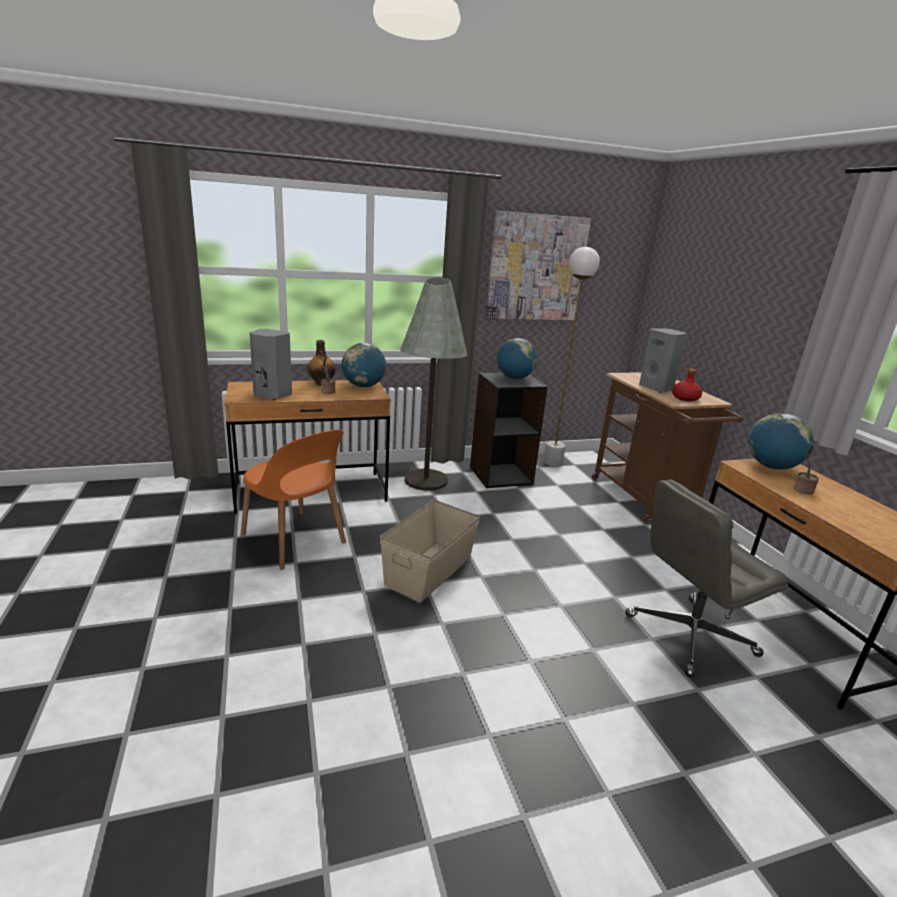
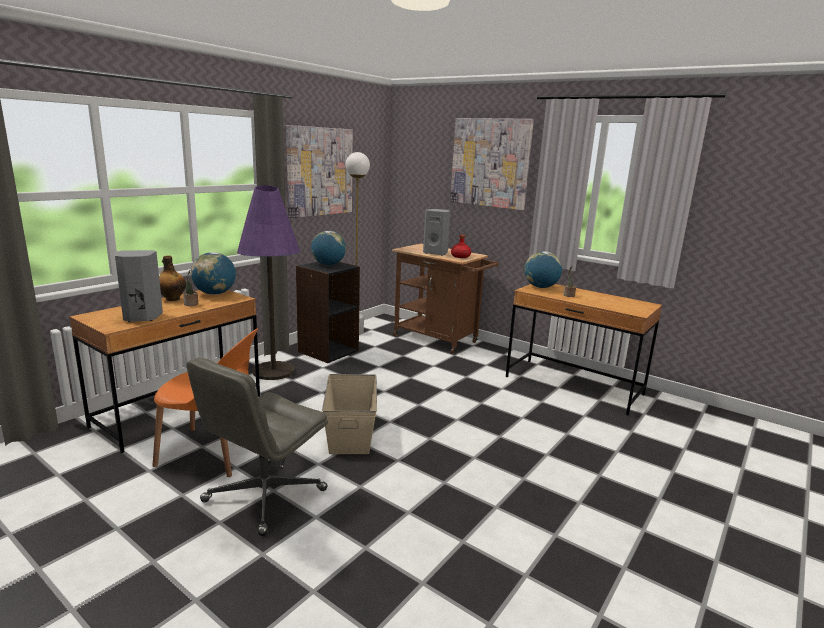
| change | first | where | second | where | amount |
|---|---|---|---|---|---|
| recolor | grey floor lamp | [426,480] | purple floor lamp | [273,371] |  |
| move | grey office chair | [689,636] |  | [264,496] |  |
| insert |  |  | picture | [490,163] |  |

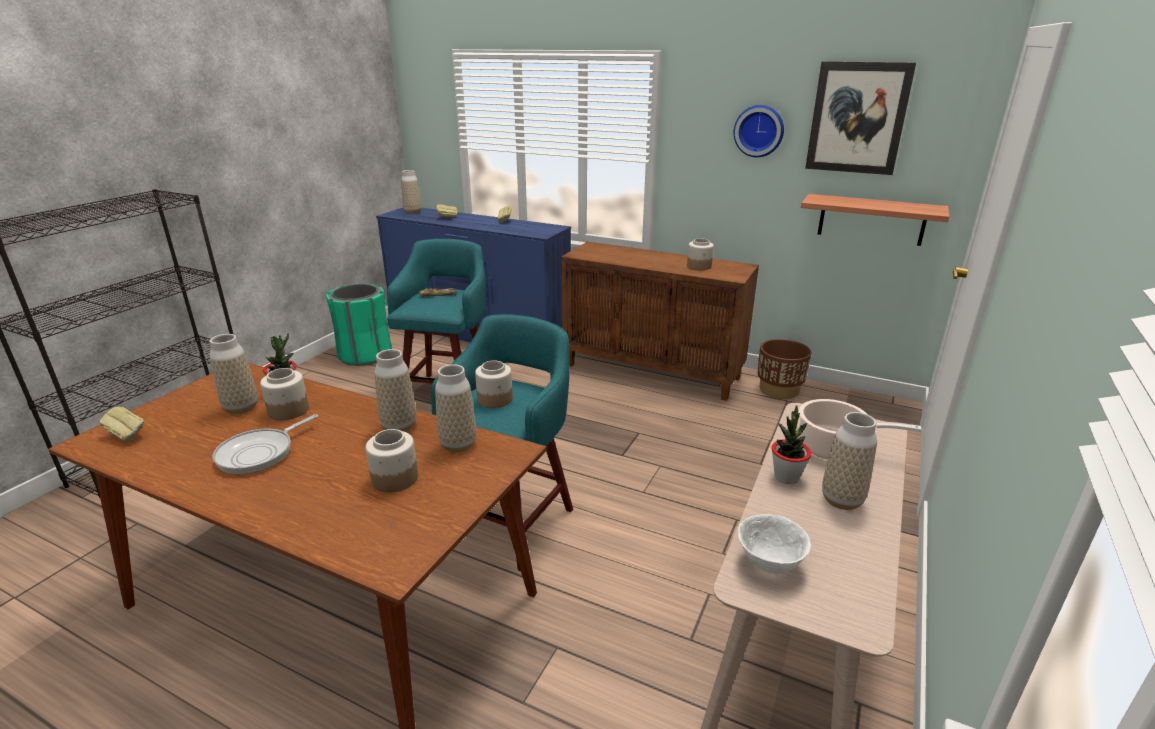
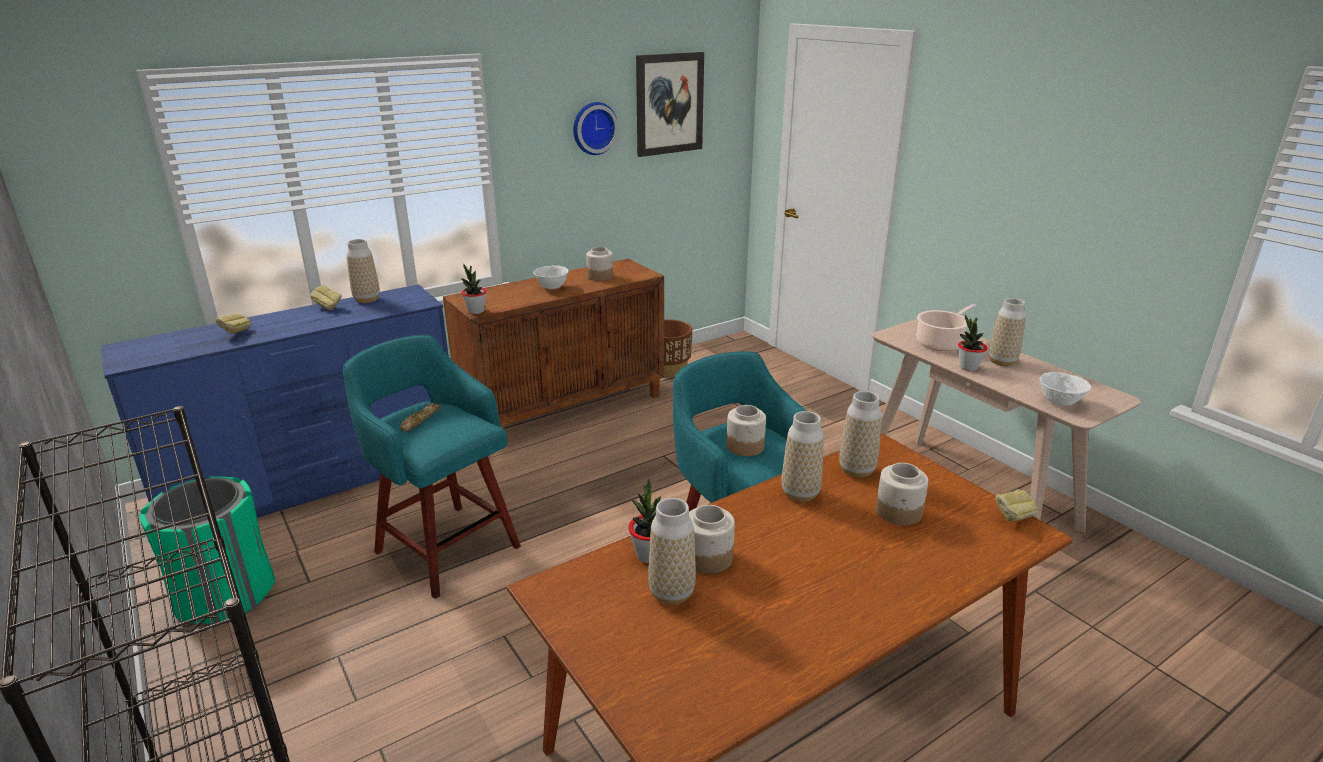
| change | first | where | second | where | amount |
|---|---|---|---|---|---|
| move | vase | [412,212] |  | [367,300] |  |
| delete | shelf | [871,219] |  |  |  |
| move | bread | [127,436] |  | [1012,518] |  |
| delete | frying pan | [260,453] |  |  |  |
| insert |  |  | potted plant | [476,311] |  |
| insert |  |  | white bowl | [551,287] |  |

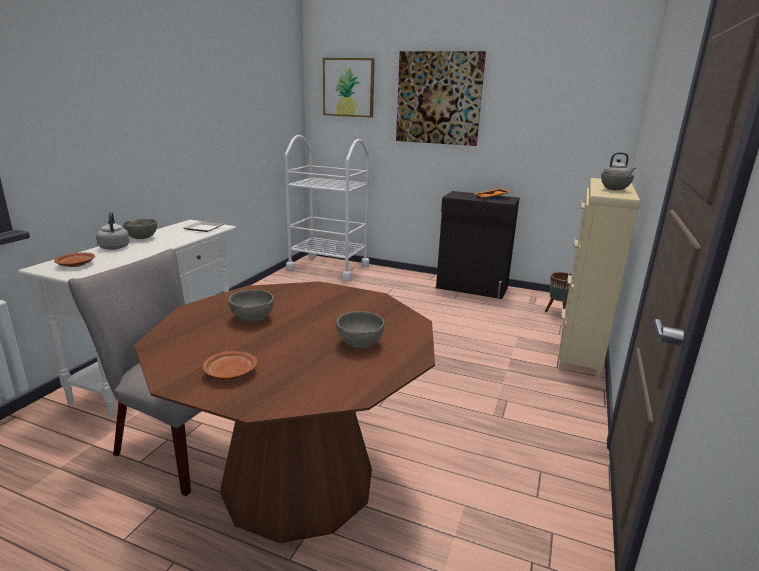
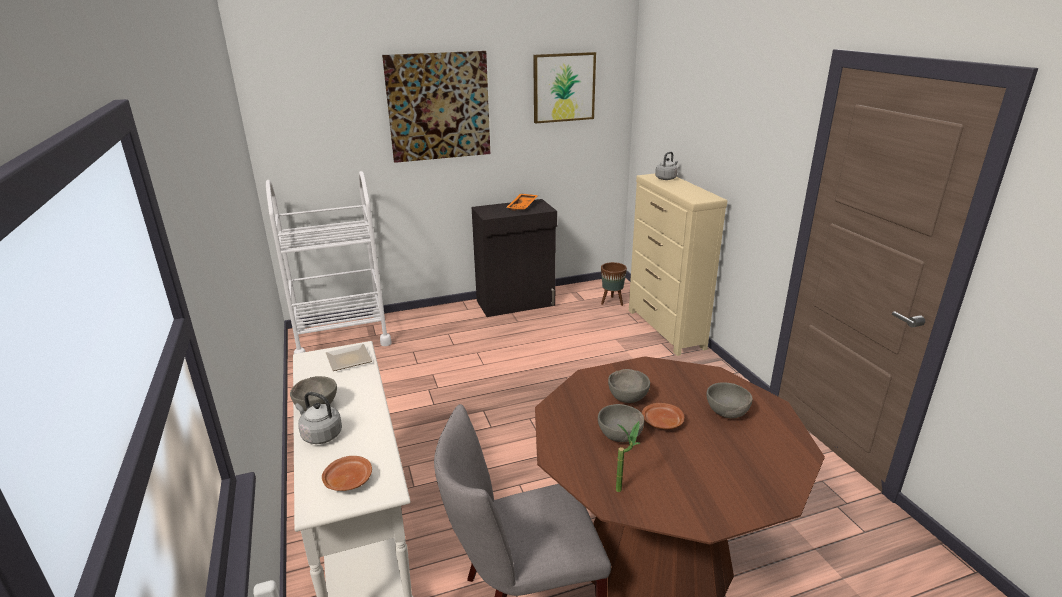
| change | first | where | second | where | amount |
|---|---|---|---|---|---|
| move | picture | [348,87] |  | [564,87] |  |
| move | grey bowl | [615,190] |  | [628,398] |  |
| move | brown plate | [230,373] |  | [662,422] |  |
| insert |  |  | potted plant | [624,488] |  |

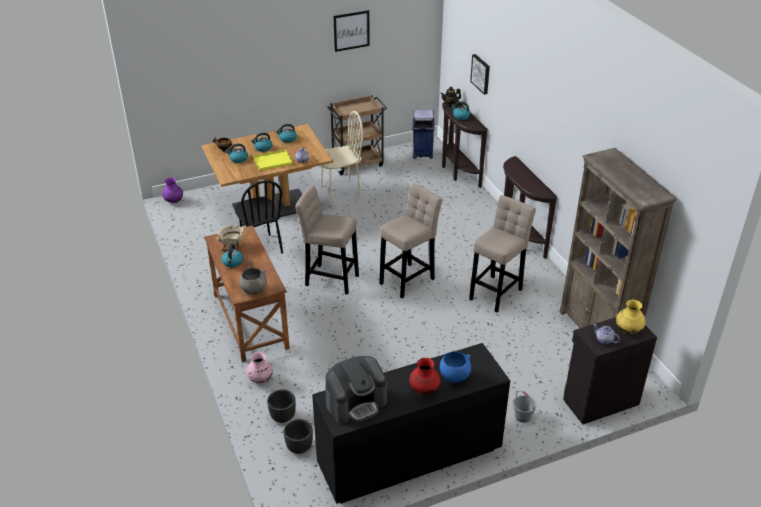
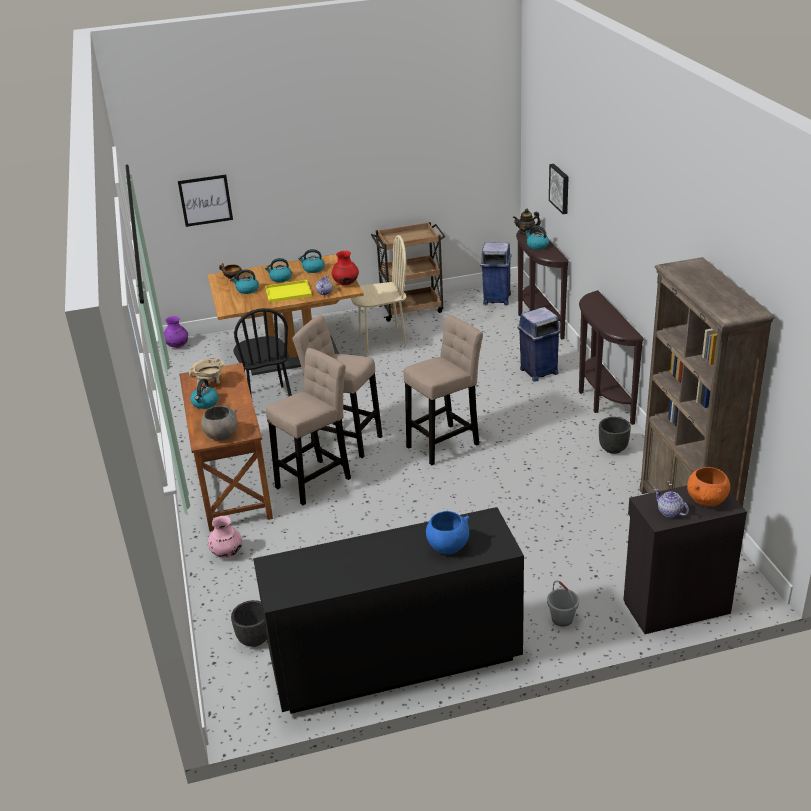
| change | first | where | second | where | amount |
|---|---|---|---|---|---|
| move | picture | [351,30] |  | [205,200] |  |
| move | beige stool | [497,292] |  | [316,480] |  |
| replace | yellow vase | [628,330] | orange bowl | [707,501] |  |
| delete | coffee machine | [356,402] |  |  |  |
| move | red vase | [424,390] |  | [346,283] |  |
| move | black planter | [283,417] |  | [613,449] |  |
| insert |  |  | blue trash can | [538,372] |  |

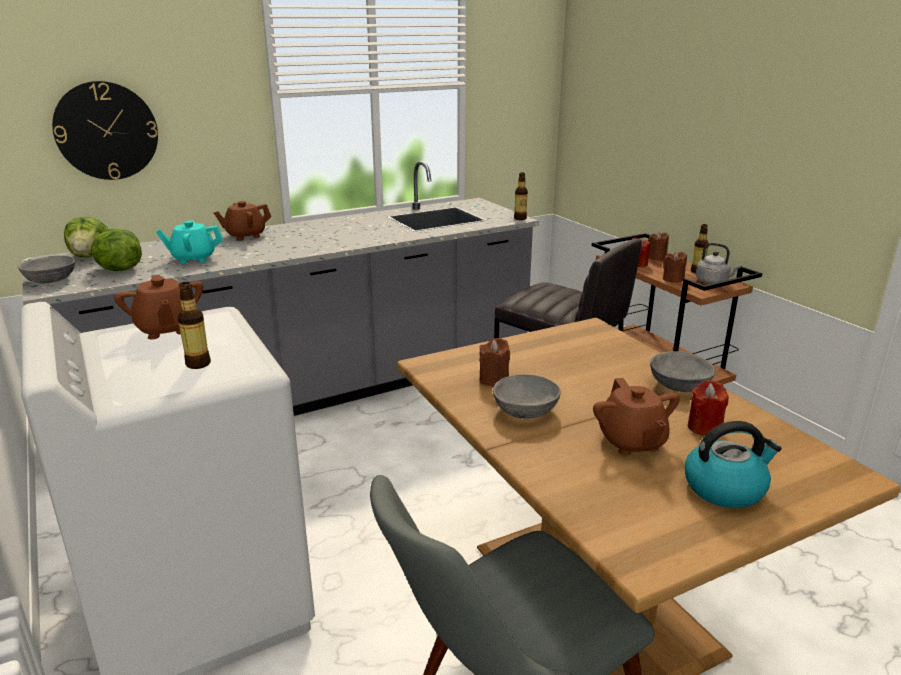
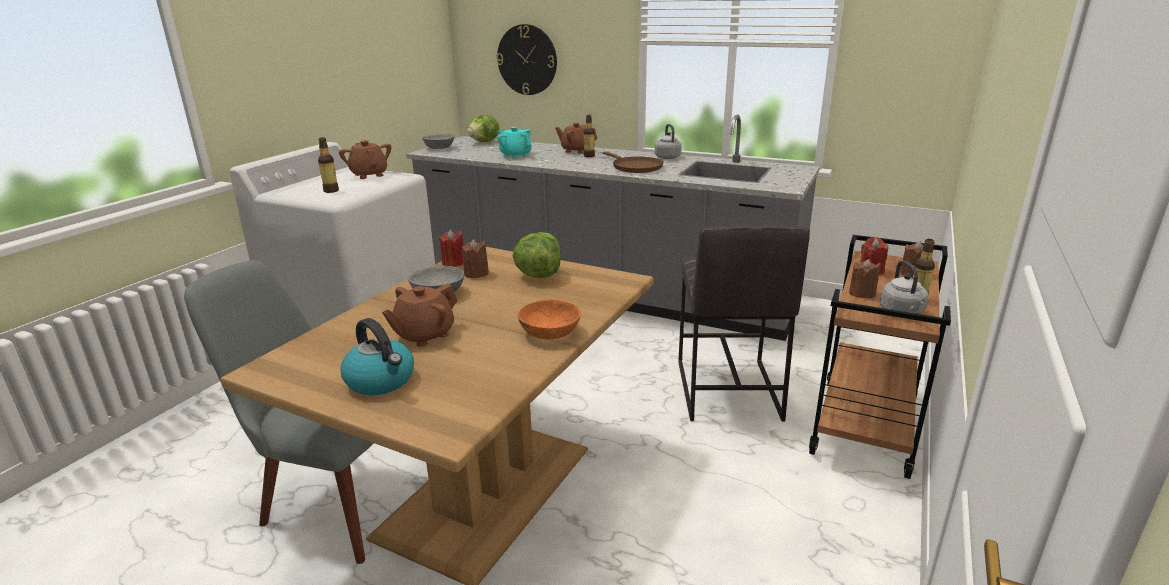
| change | first | where | second | where | amount |
|---|---|---|---|---|---|
| move | bottle | [520,218] |  | [589,156] |  |
| move | lettuce | [119,269] |  | [538,275] |  |
| rotate | brown teapot | [166,330] |  | [369,175] | 120 degrees clockwise |
| recolor | grey bowl | [678,385] | orange bowl | [549,332] |  |
| move | red candle | [704,427] |  | [453,263] |  |
| insert |  |  | grey kettle | [667,157] |  |
| insert |  |  | brown frying pan | [635,167] |  |

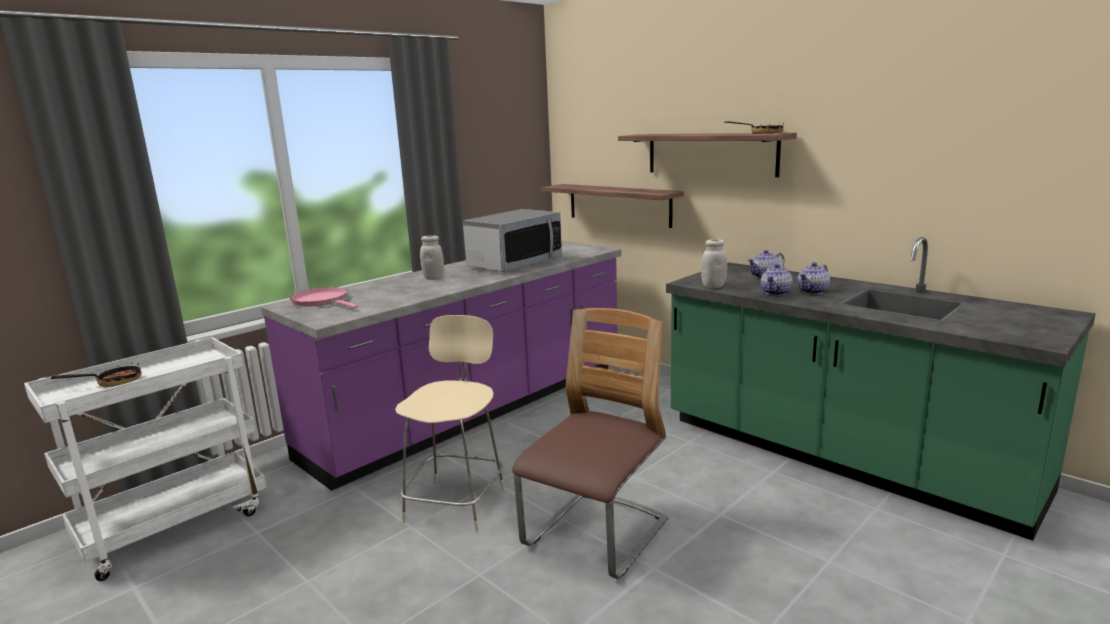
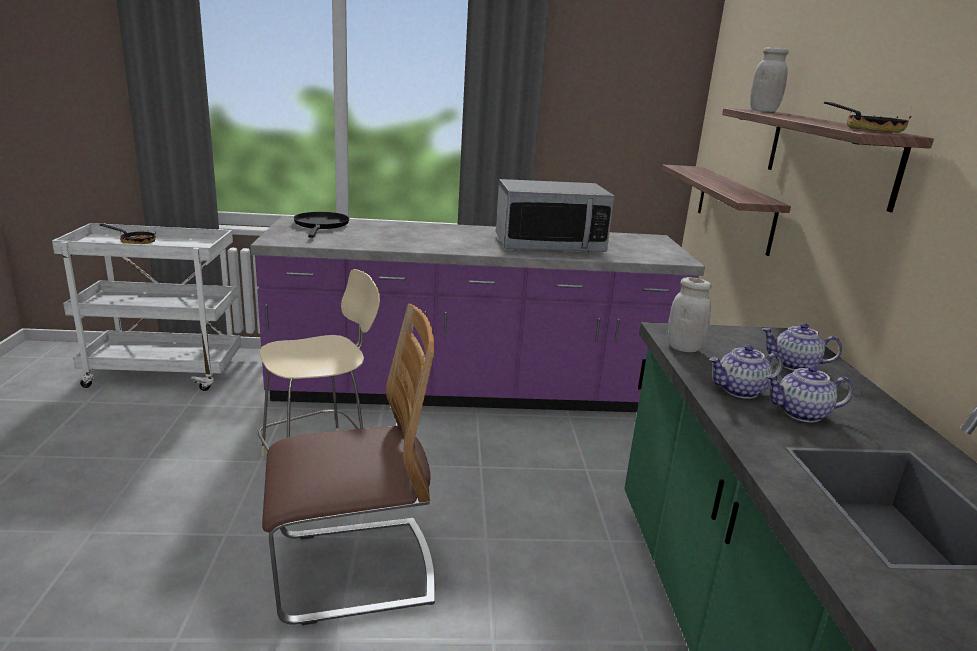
| change | first | where | second | where | amount |
|---|---|---|---|---|---|
| move | white jar | [433,278] |  | [763,111] |  |
| recolor | pink frying pan | [322,301] | black frying pan | [321,225] |  |

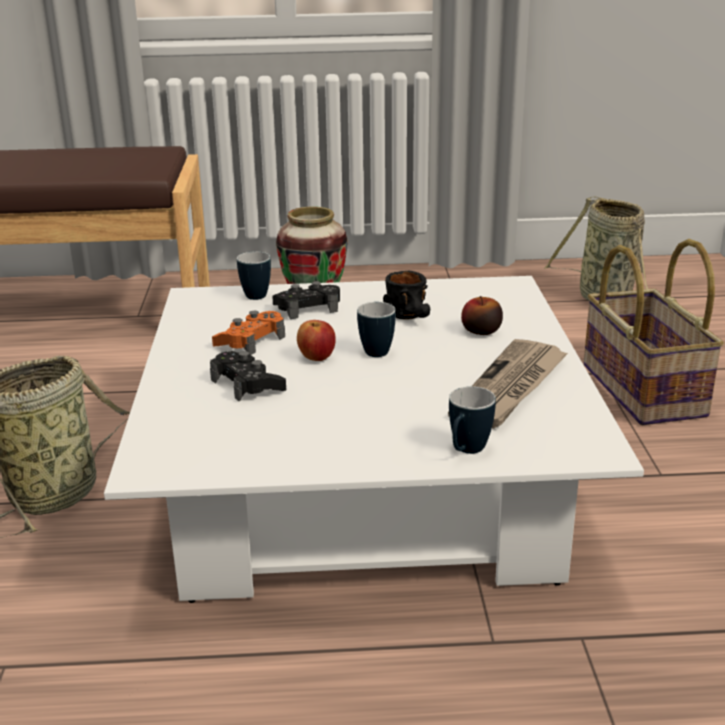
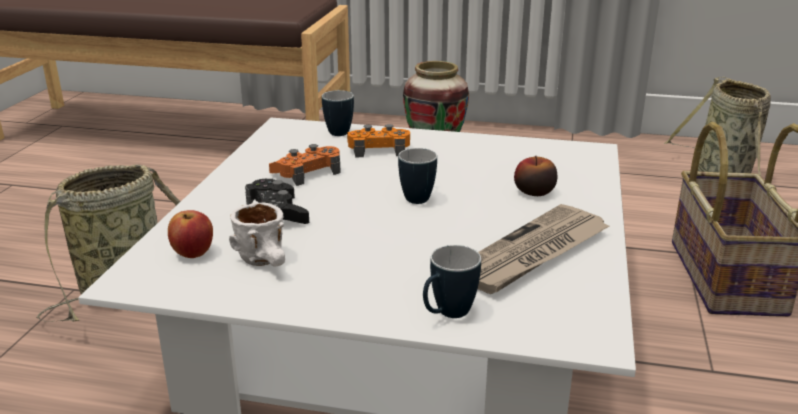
| change | first | where | second | where | amount |
|---|---|---|---|---|---|
| delete | black mug | [413,318] |  |  |  |
| recolor | black game controller | [308,308] | orange game controller | [379,149] |  |
| move | apple | [317,357] |  | [193,253] |  |
| insert |  |  | white mug | [269,263] |  |

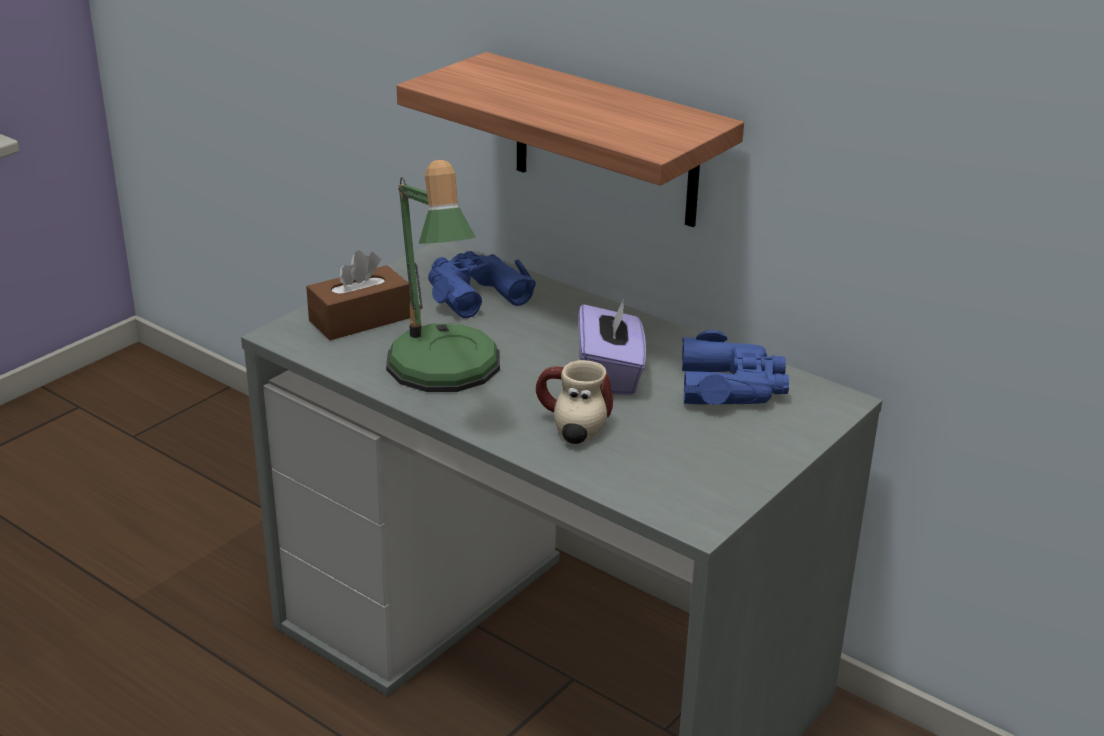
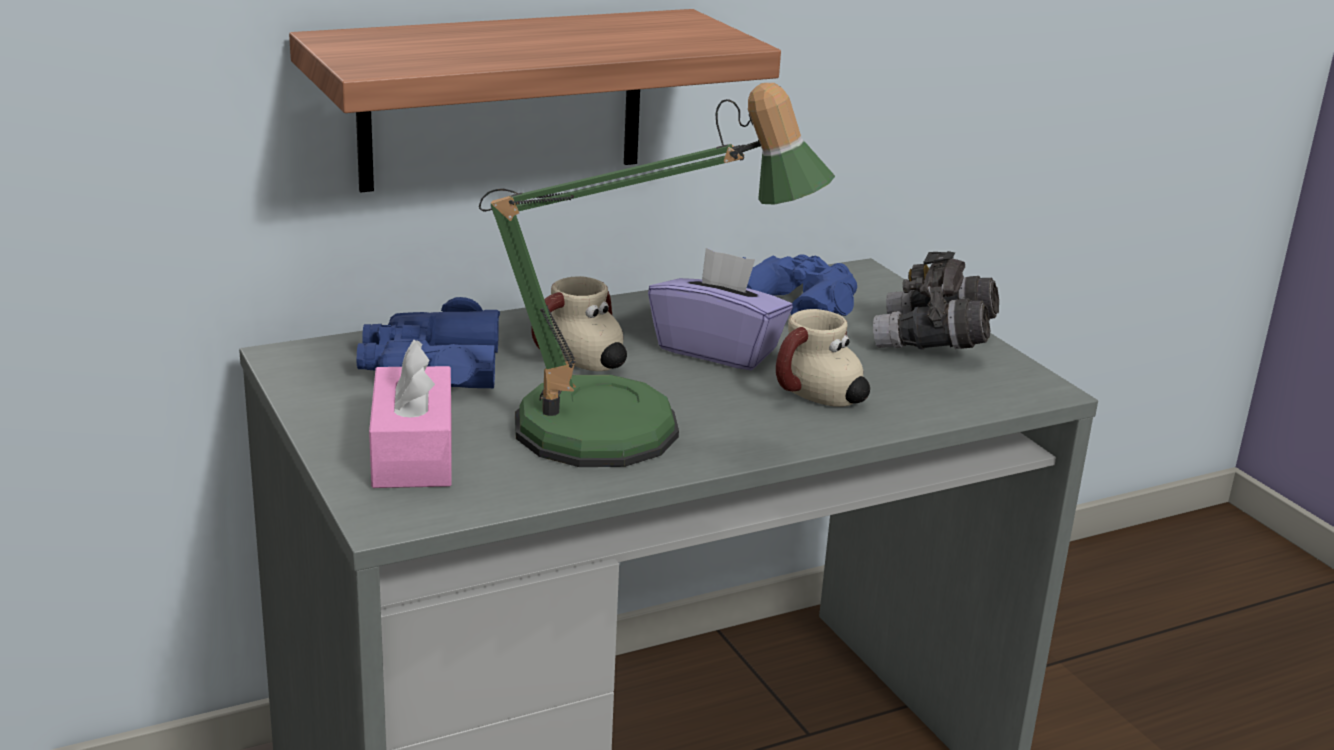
| change | first | where | second | where | amount |
|---|---|---|---|---|---|
| recolor | brown tissue box | [360,319] | pink tissue box | [413,452] |  |
| insert |  |  | grey binoculars | [934,343] |  |
| insert |  |  | mug | [578,363] |  |

